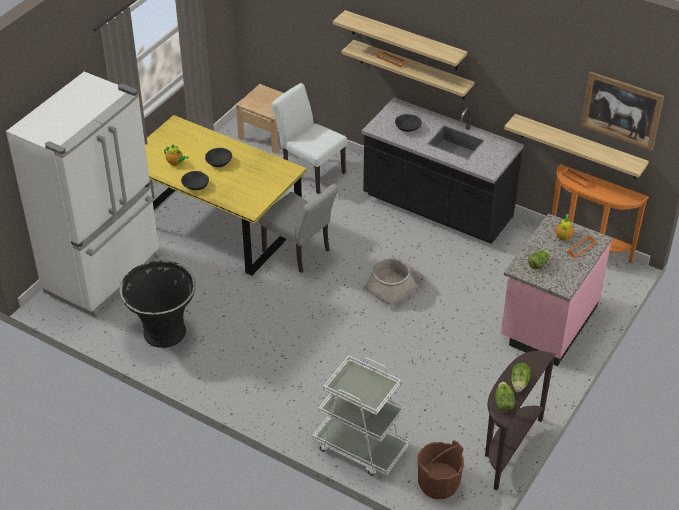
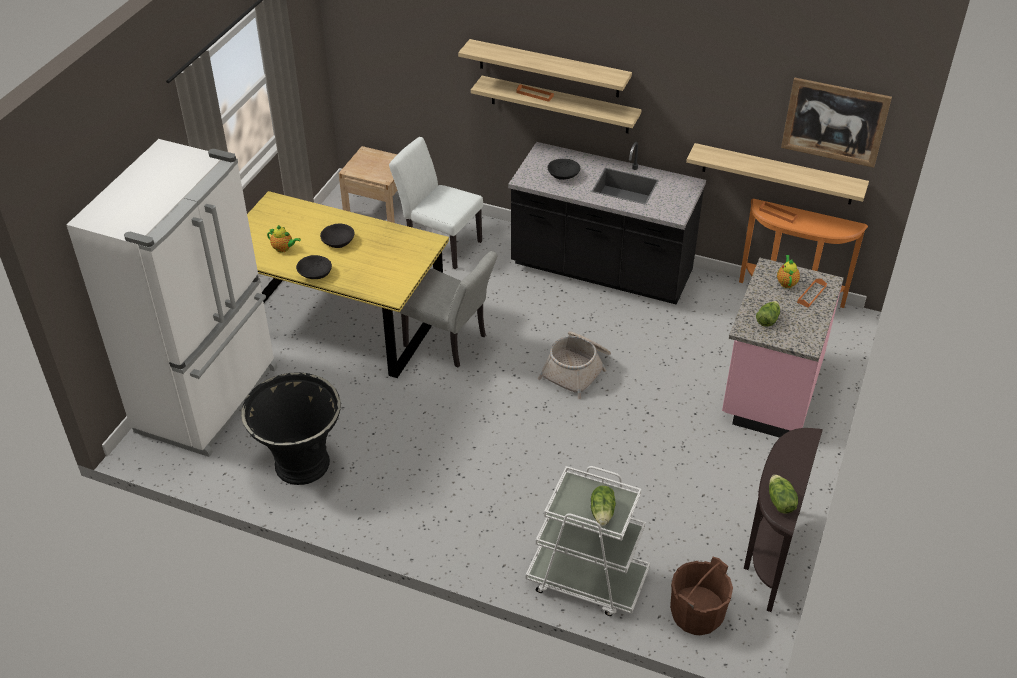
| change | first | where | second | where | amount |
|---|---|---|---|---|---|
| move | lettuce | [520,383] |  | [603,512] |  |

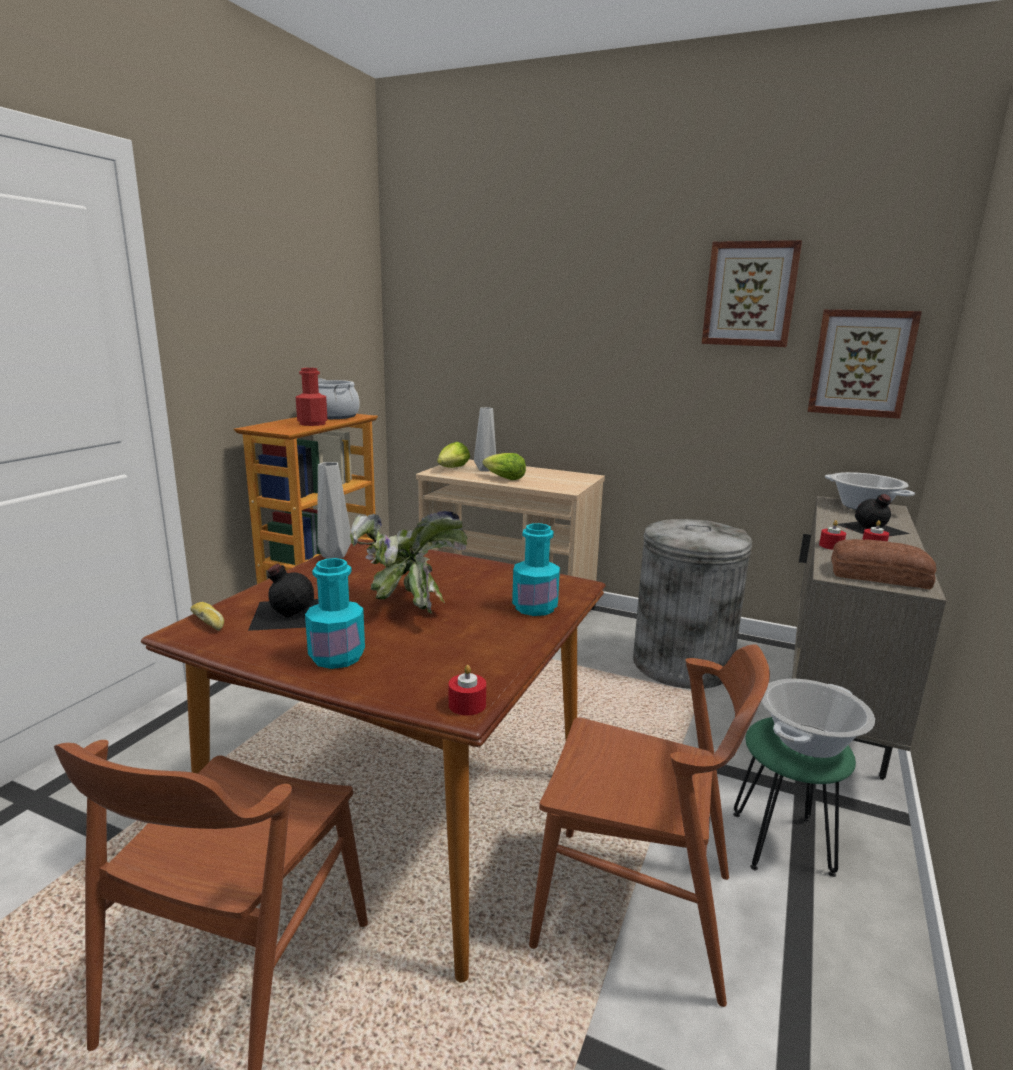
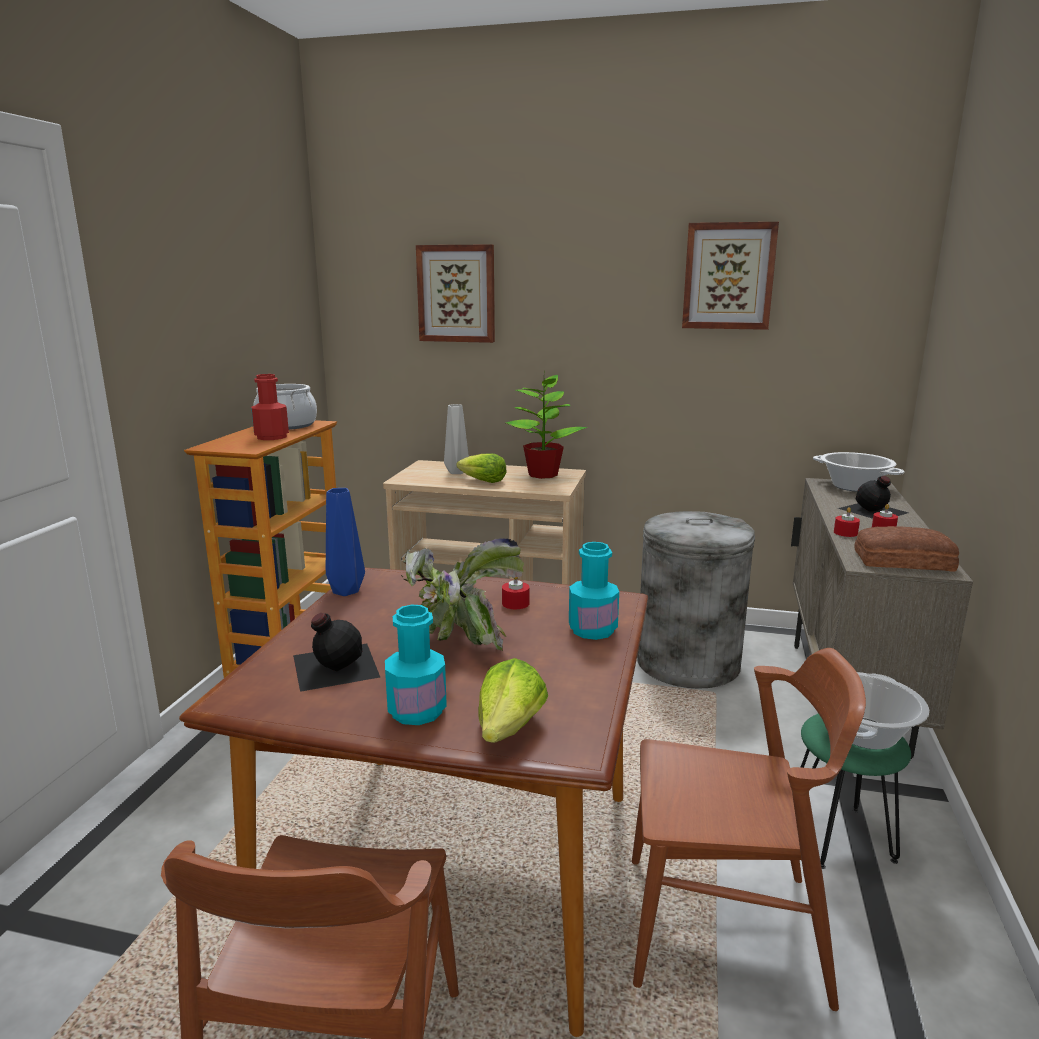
| change | first | where | second | where | amount |
|---|---|---|---|---|---|
| move | picture | [861,363] |  | [456,293] |  |
| move | lettuce | [453,468] |  | [510,728] |  |
| recolor | grey vase | [334,555] | blue vase | [346,590] |  |
| delete | bread | [209,622] |  |  |  |
| move | red candle | [467,705] |  | [515,603] |  |
| insert |  |  | potted plant | [543,474] |  |

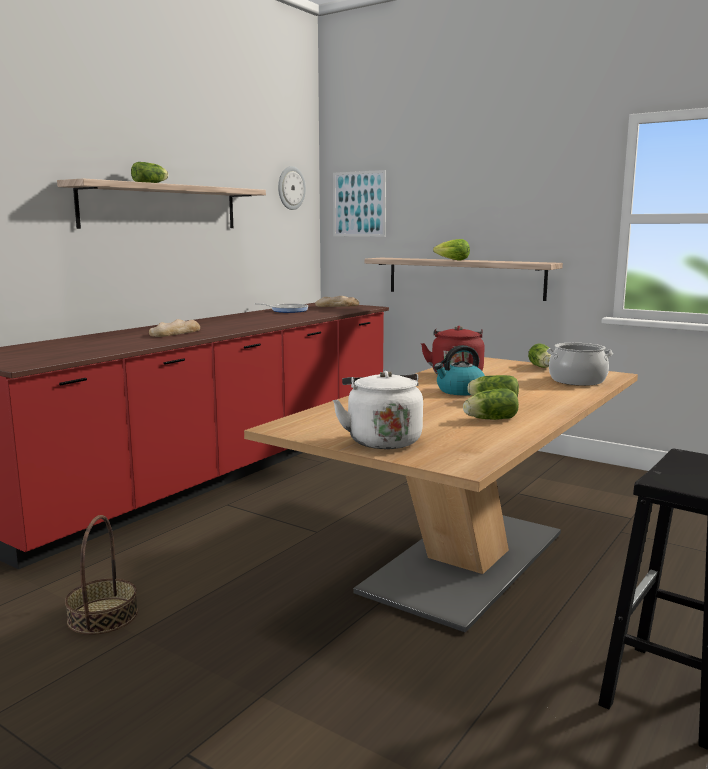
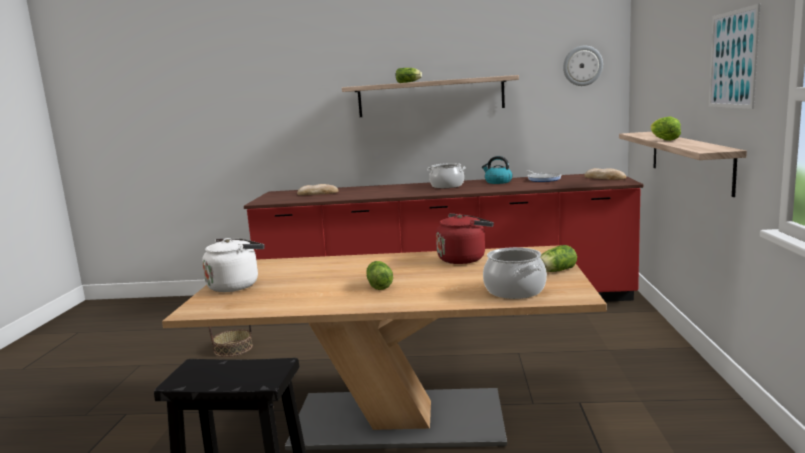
| change | first | where | second | where | amount |
|---|---|---|---|---|---|
| move | picture | [359,204] |  | [733,59] |  |
| move | bread | [175,333] |  | [318,193] |  |
| move | kettle | [459,391] |  | [498,182] |  |
| delete | lettuce | [489,419] |  |  |  |
| insert |  |  | cooking pot | [447,186] |  |

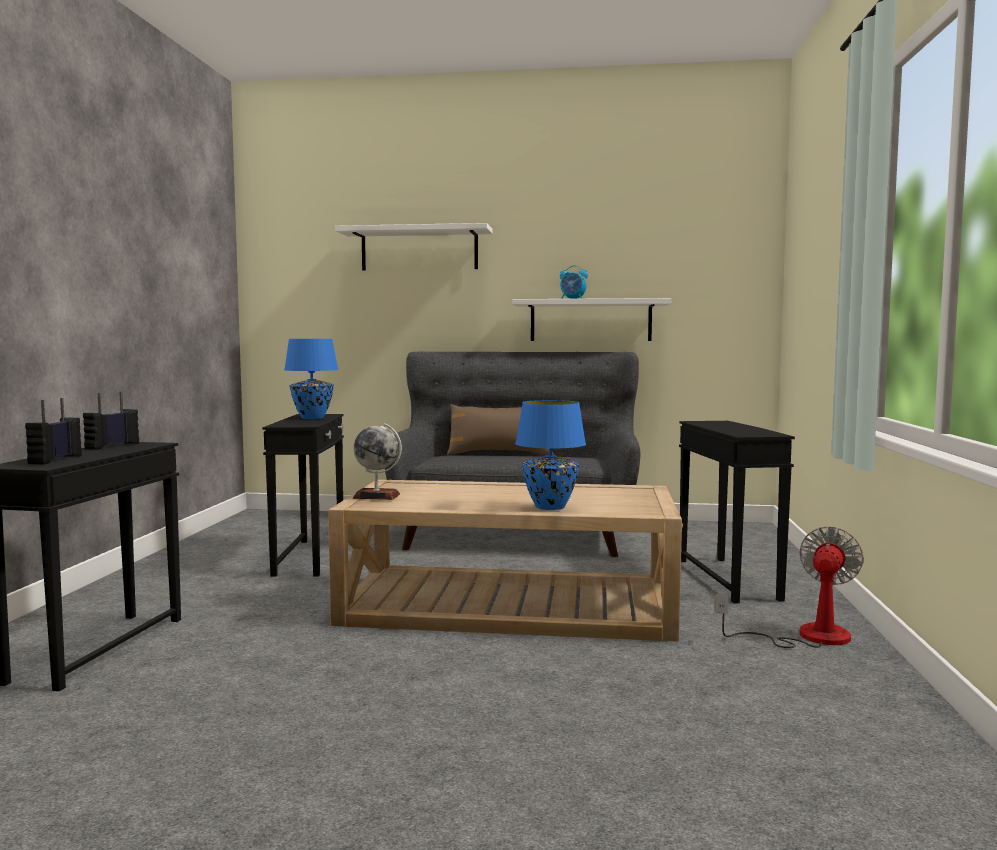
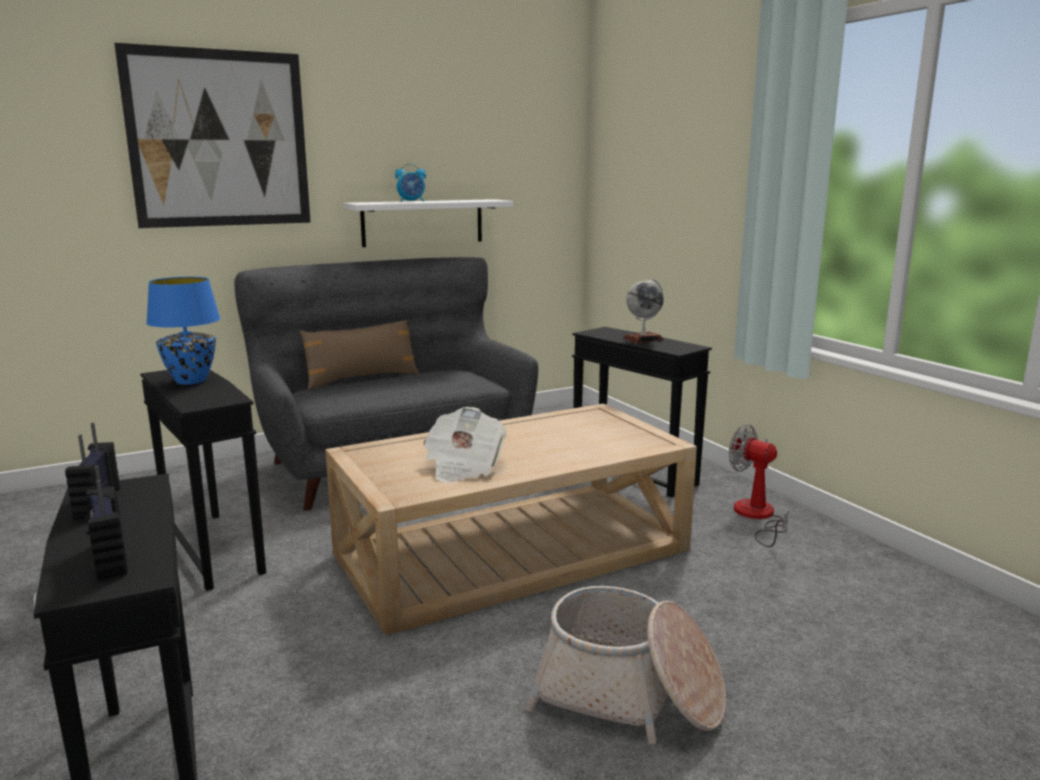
| change | first | where | second | where | amount |
|---|---|---|---|---|---|
| replace | white shelf | [419,250] | picture | [219,139] |  |
| delete | blue table lamp | [550,507] |  |  |  |
| move | globe | [376,496] |  | [643,339] |  |
| rotate | fan | [806,637] |  | [757,517] | 45 degrees counterclockwise |
| insert |  |  | newspaper | [463,467] |  |
| insert |  |  | basket | [629,695] |  |

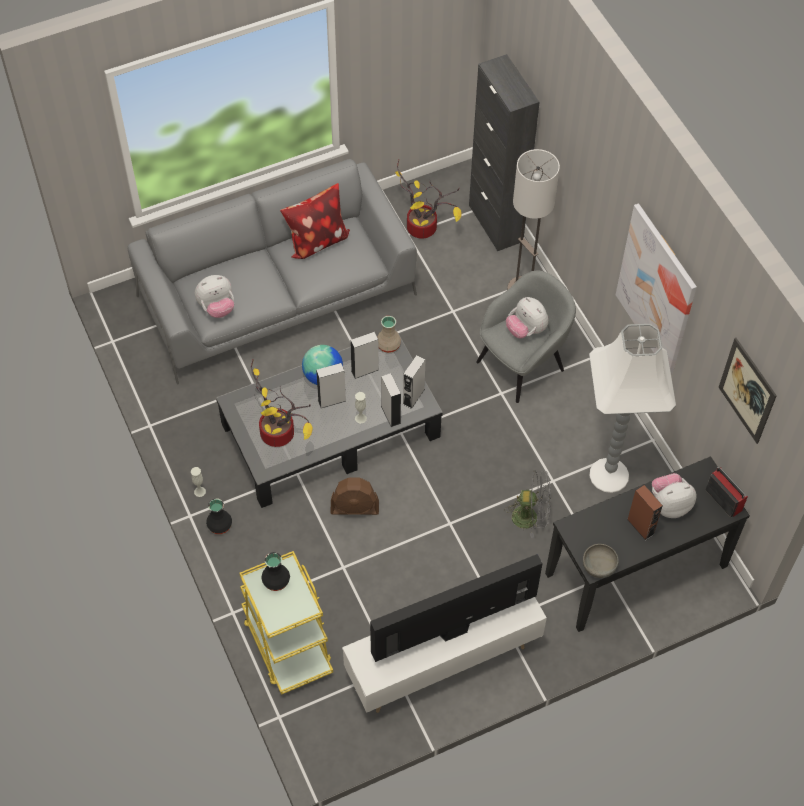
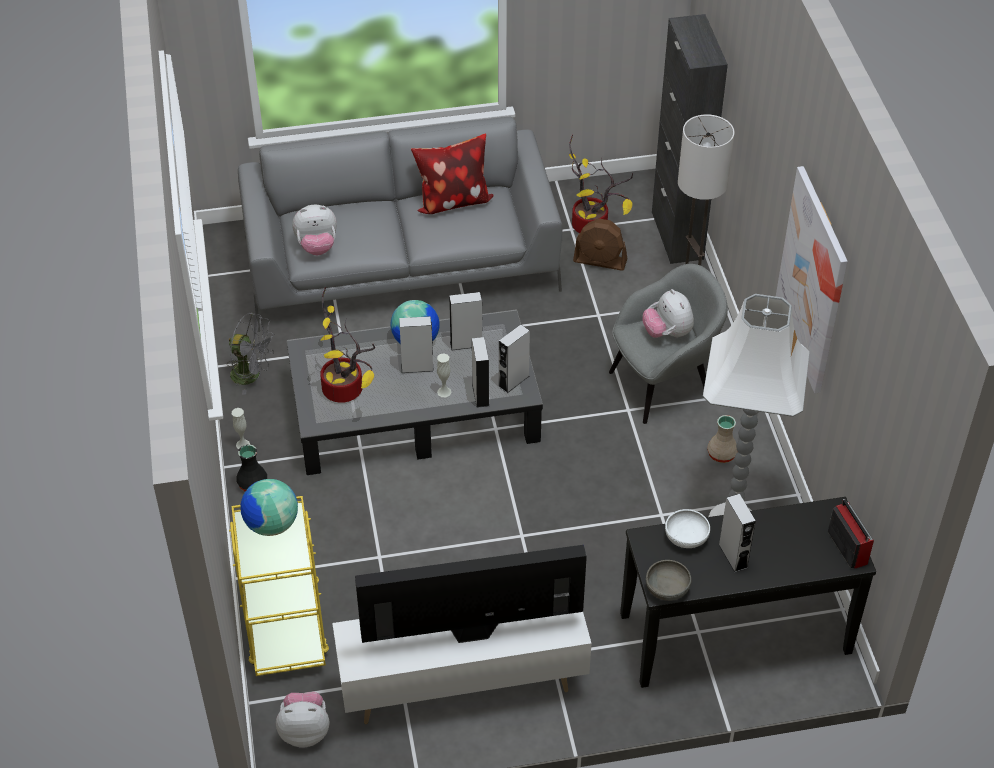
| change | first | where | second | where | amount |
|---|---|---|---|---|---|
| move | beige vase | [388,344] |  | [721,453] |  |
| delete | picture | [747,390] |  |  |  |
| move | grey fan | [530,517] |  | [252,375] |  |
| move | plush toy | [669,504] |  | [305,731] |  |
| move | brown fan | [355,507] |  | [600,261] |  |
| recolor | brown speaker | [640,527] | grey speaker | [733,556] |  |
| replace | black vase | [275,580] | globe | [271,524] |  |
| insert |  |  | white bowl | [686,537] |  |

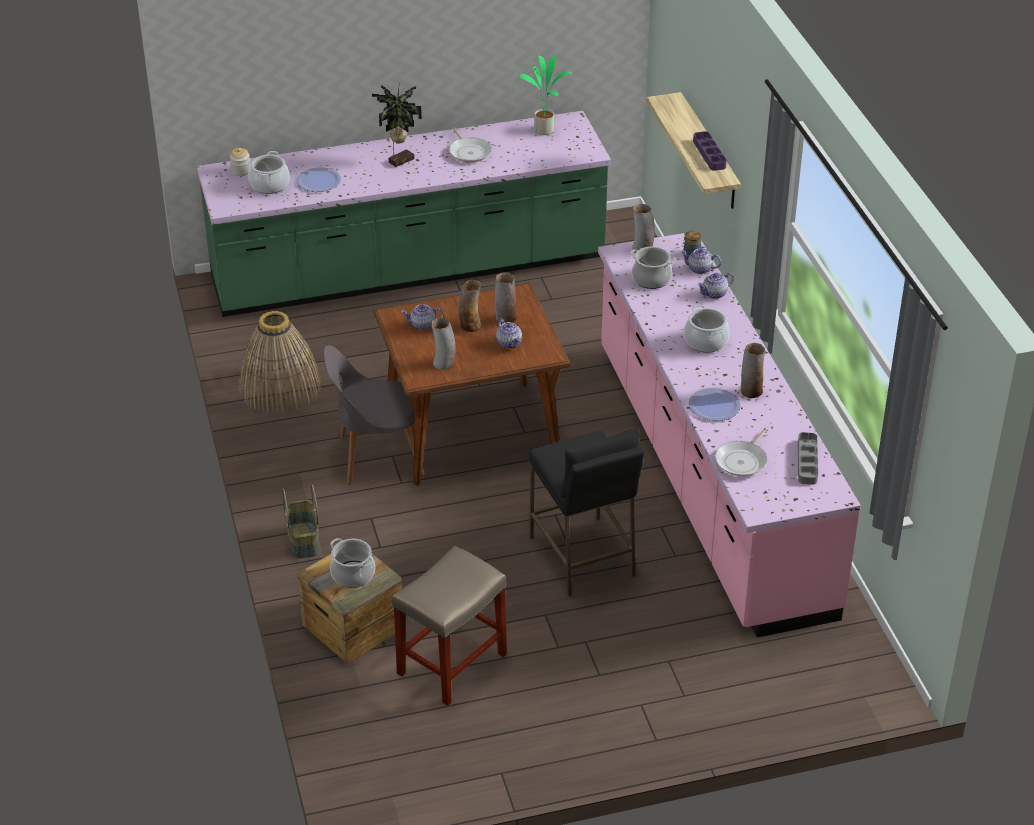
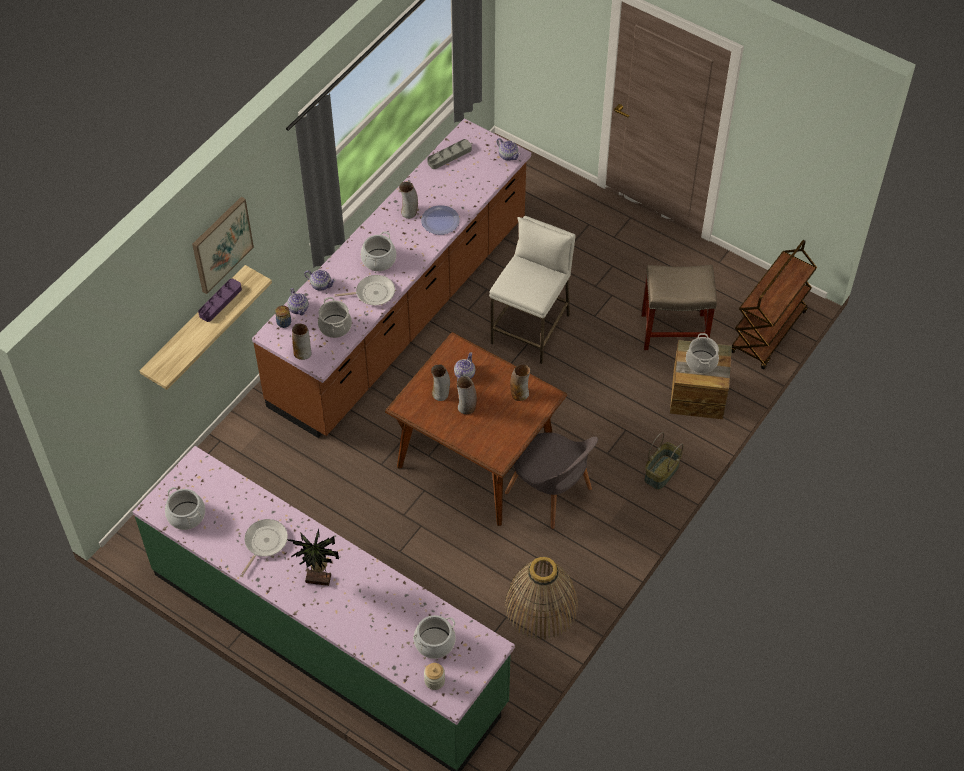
| change | first | where | second | where | amount |
|---|---|---|---|---|---|
| replace | potted plant | [545,130] | cooking pot | [186,515] |  |
| delete | plate | [318,181] |  |  |  |
| recolor | pink counter | [709,479] | brown counter | [401,312] |  |
| move | teapot | [422,325] |  | [508,155] |  |
| move | frying pan | [742,460] |  | [372,293] |  |
| recolor | black stool | [583,557] | white stool | [531,329] |  |
| insert |  |  | picture | [221,244] |  |
| insert |  |  | brown cart | [768,333] |  |

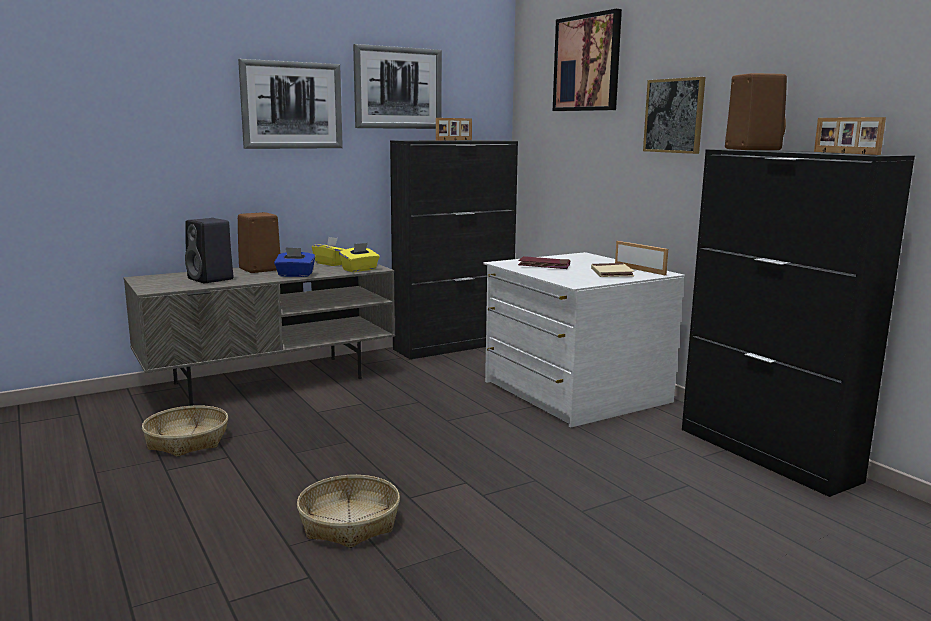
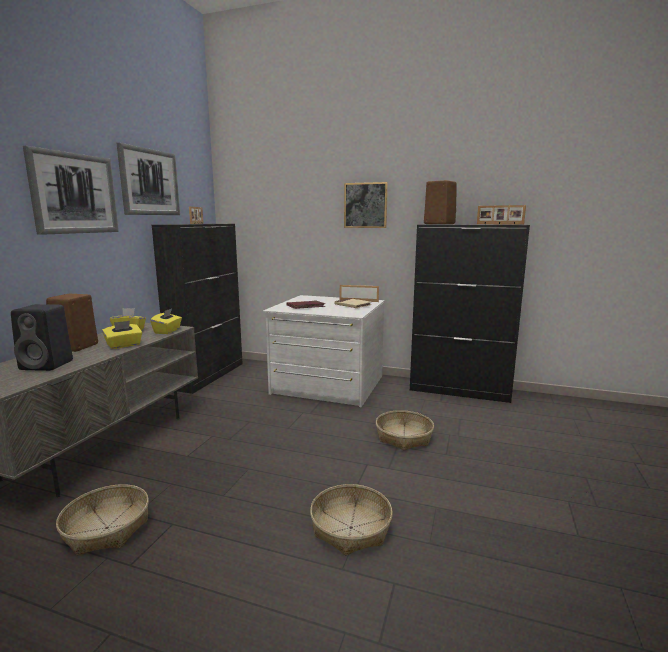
| change | first | where | second | where | amount |
|---|---|---|---|---|---|
| delete | picture | [587,63] |  |  |  |
| recolor | blue tissue box | [295,275] | yellow tissue box | [124,345] |  |
| insert |  |  | basket | [404,437] |  |

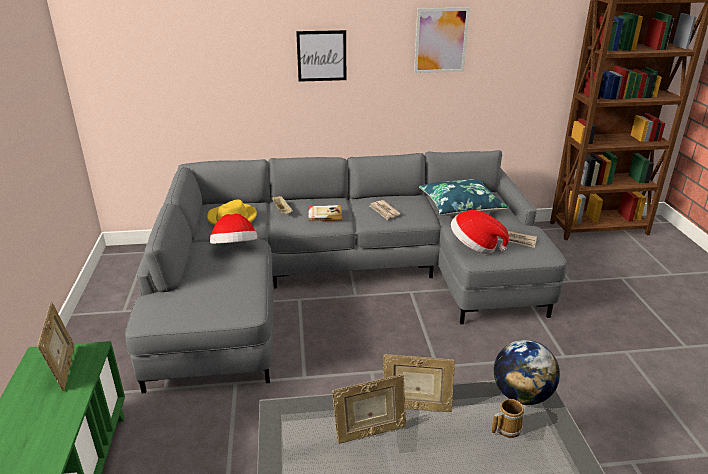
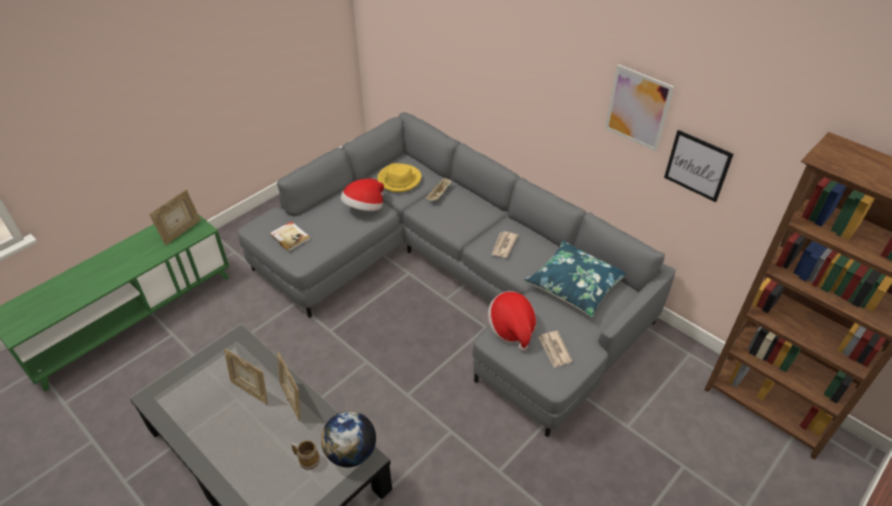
| change | first | where | second | where | amount |
|---|---|---|---|---|---|
| move | picture | [321,56] |  | [697,165] |  |
| move | book | [324,214] |  | [290,237] |  |

